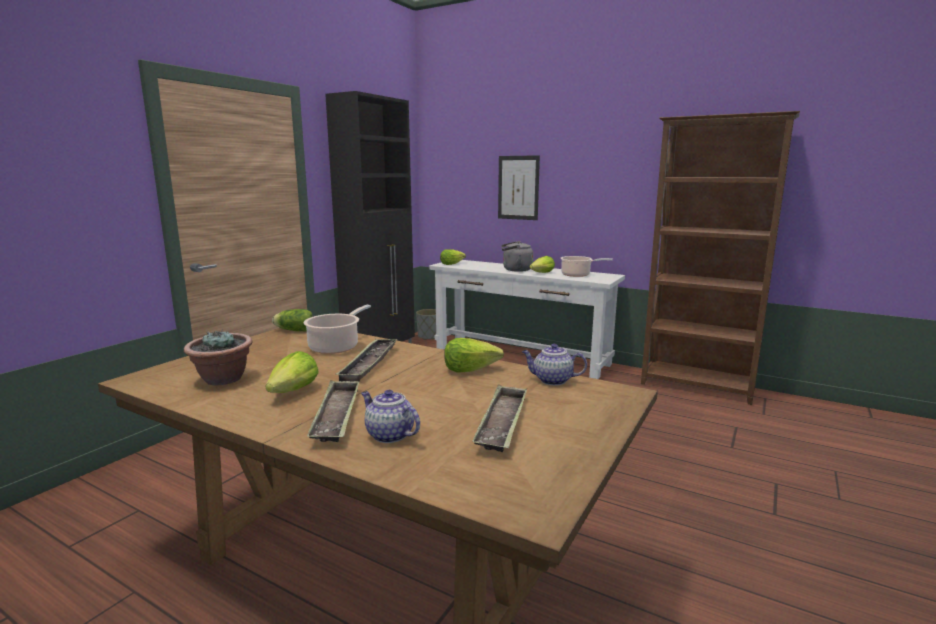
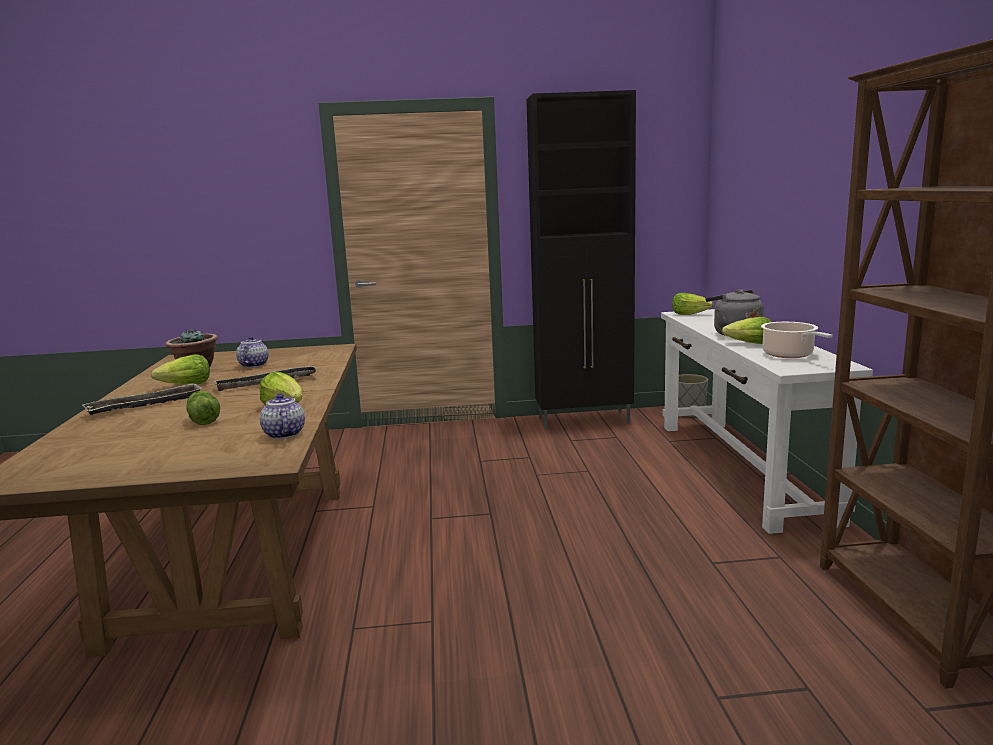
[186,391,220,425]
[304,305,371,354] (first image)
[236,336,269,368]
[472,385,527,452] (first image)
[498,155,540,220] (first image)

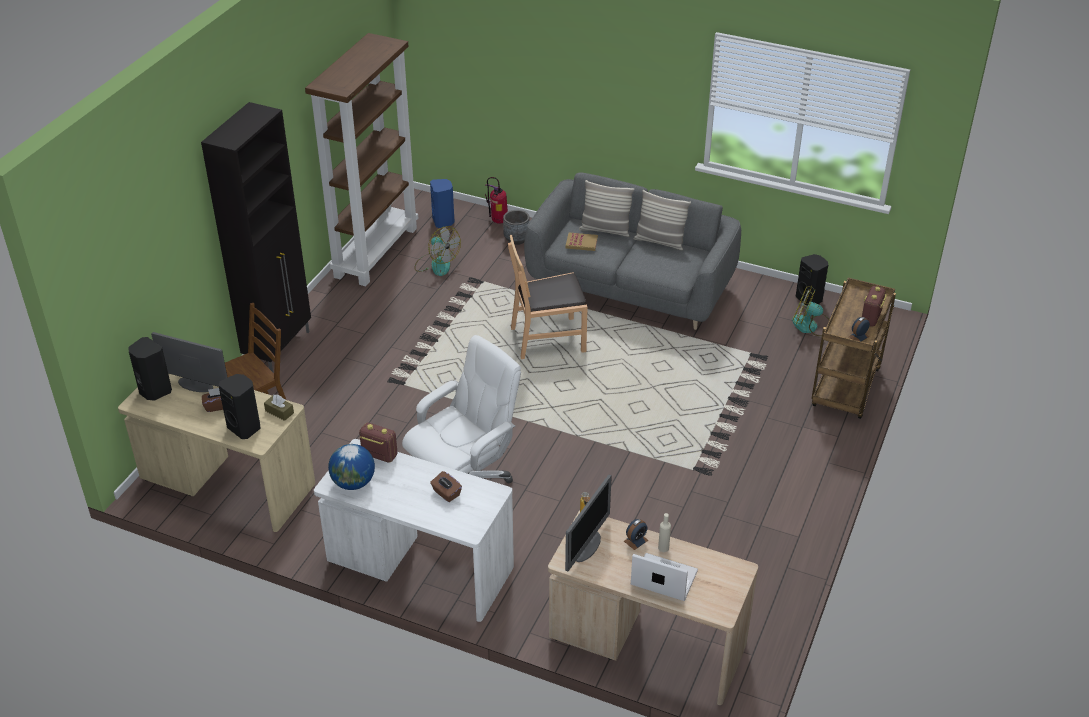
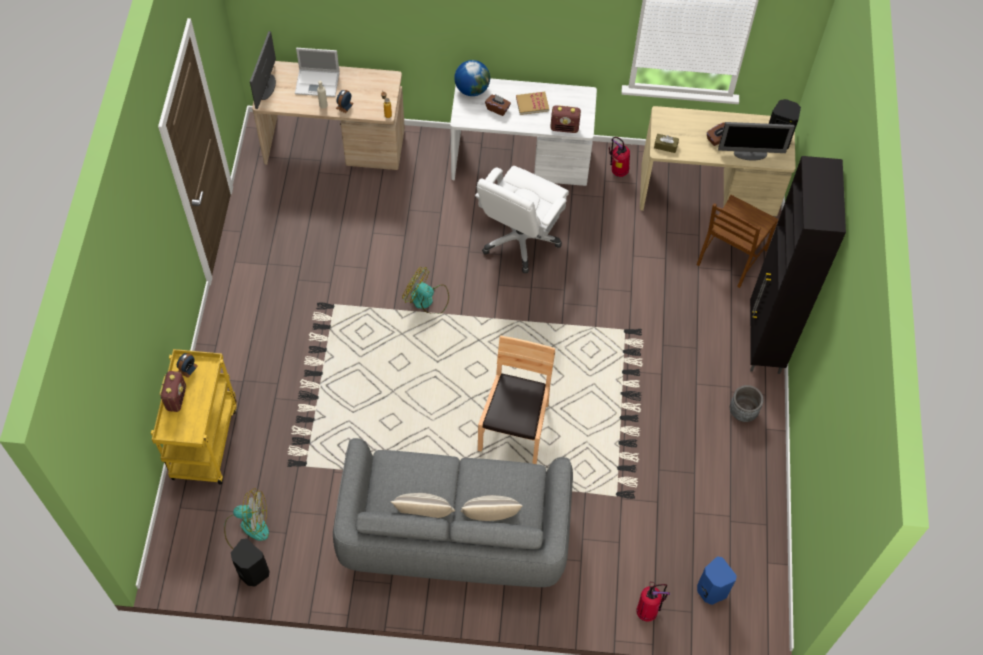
[218,374,260,439] (first image)
[305,33,418,286] (first image)
[454,60,490,96]
[402,267,449,314]
[730,385,764,422]
[478,335,555,464]
[250,31,276,109]
[516,92,549,115]
[151,349,237,485]
[609,137,630,177]

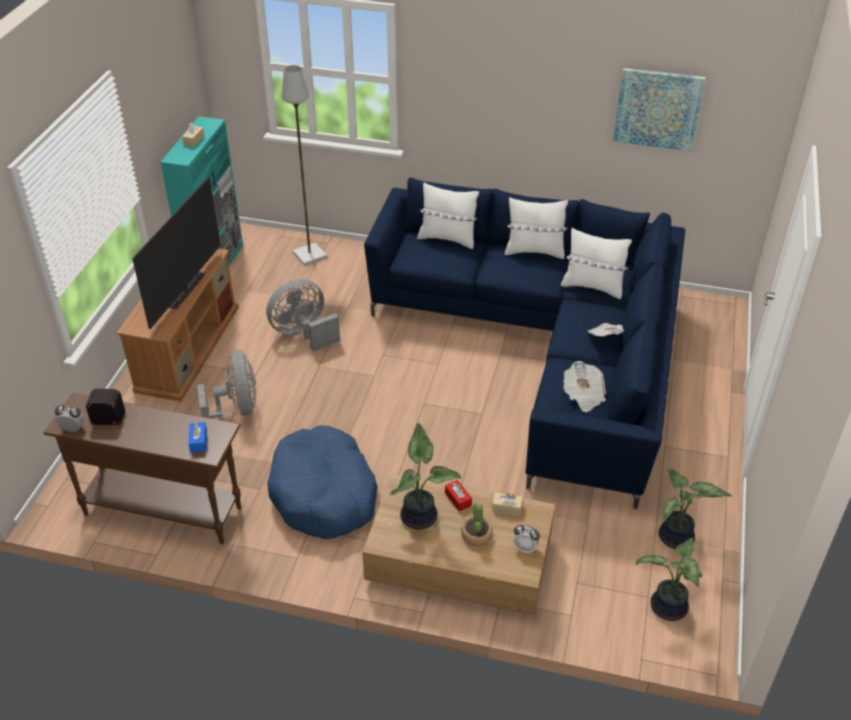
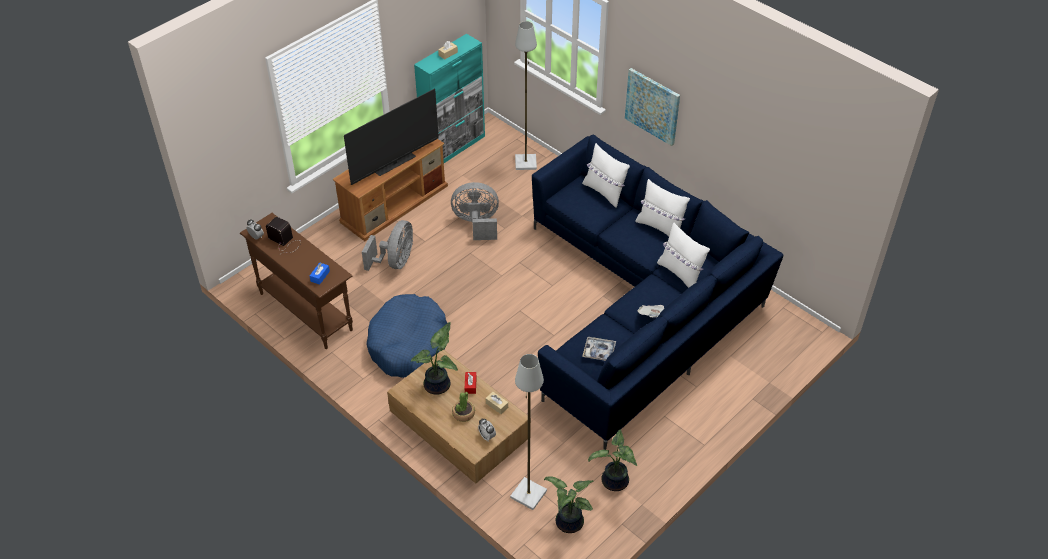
[582,337,616,361]
[625,68,680,146]
[510,354,547,510]

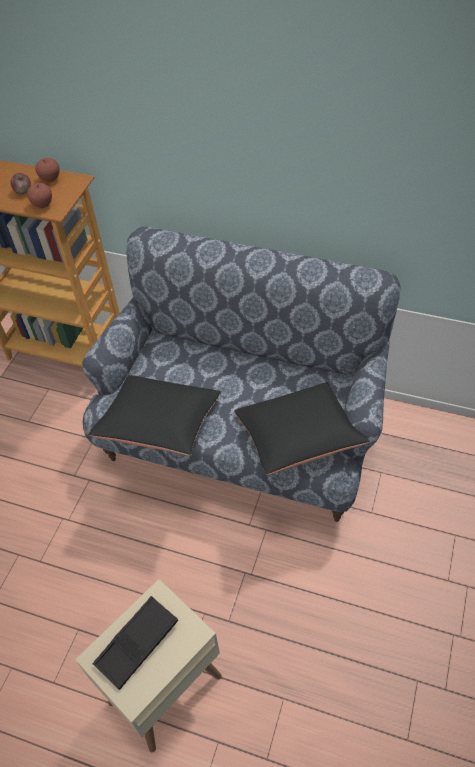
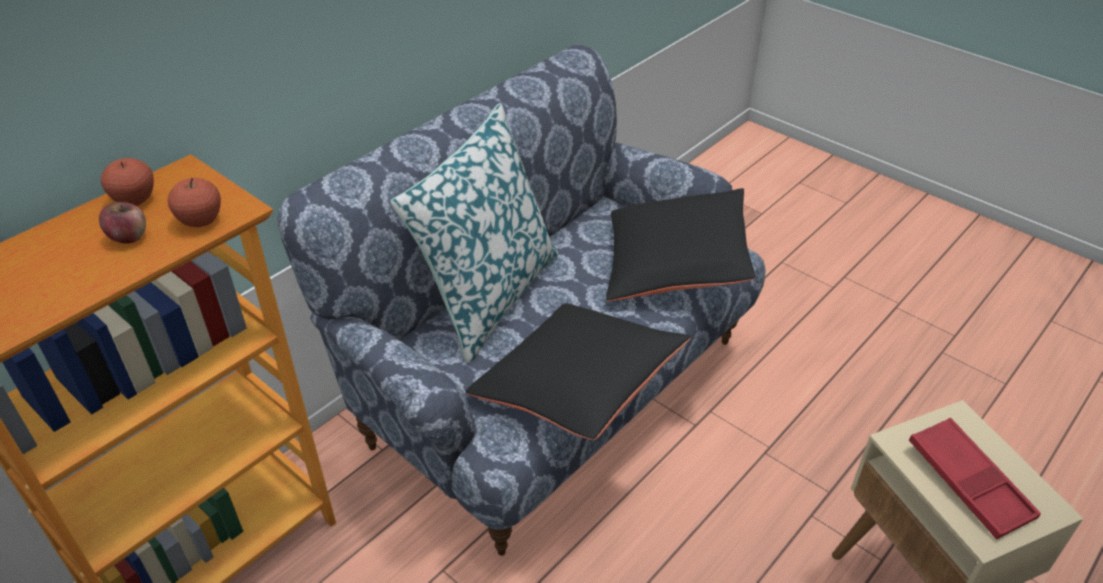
[909,418,1041,540]
[391,103,558,364]

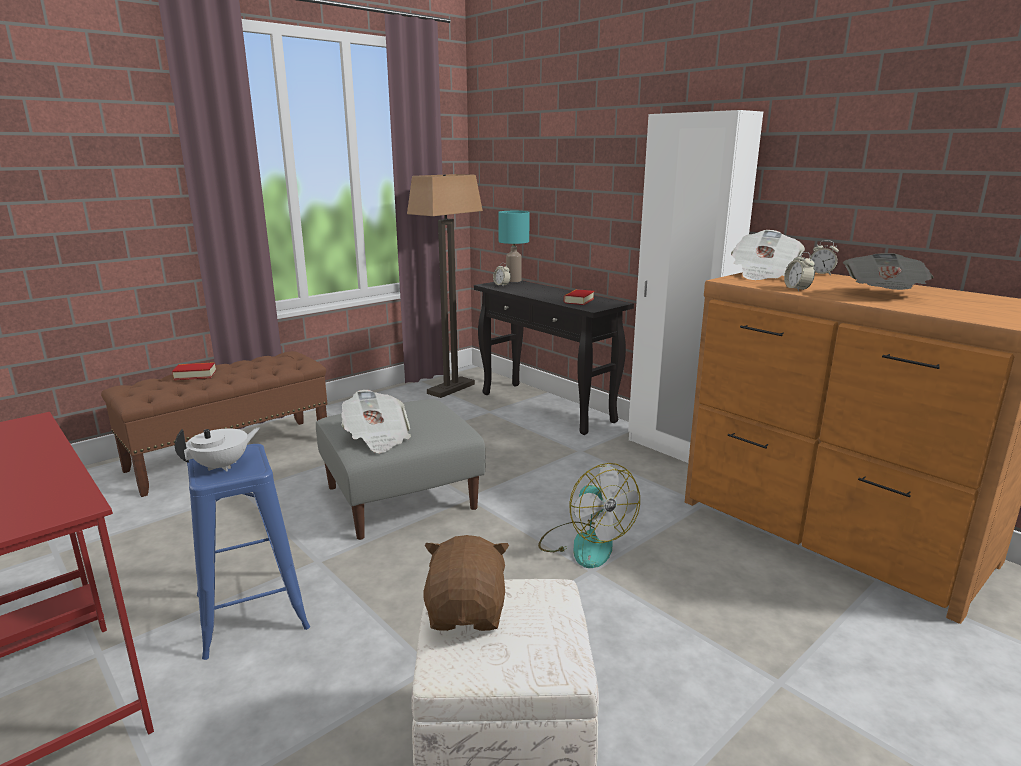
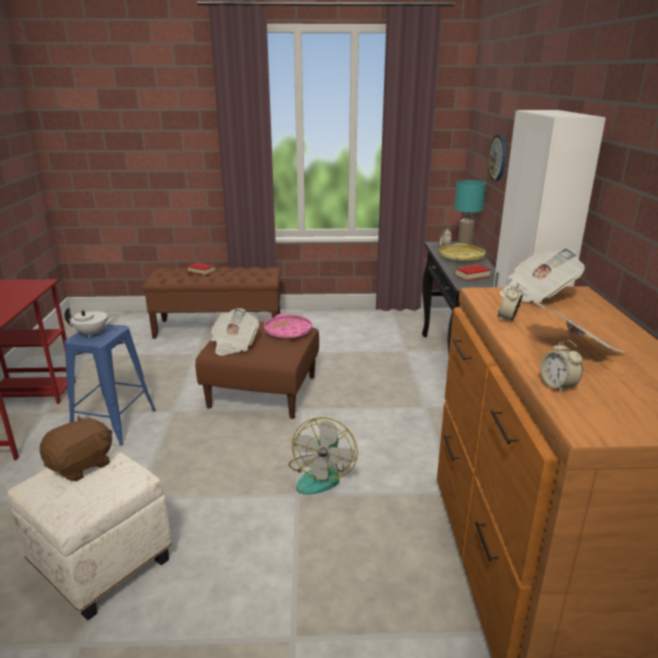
[195,322,319,419]
[407,174,483,398] (first image)
[540,340,583,393]
[264,314,312,338]
[439,243,485,262]
[488,134,506,181]

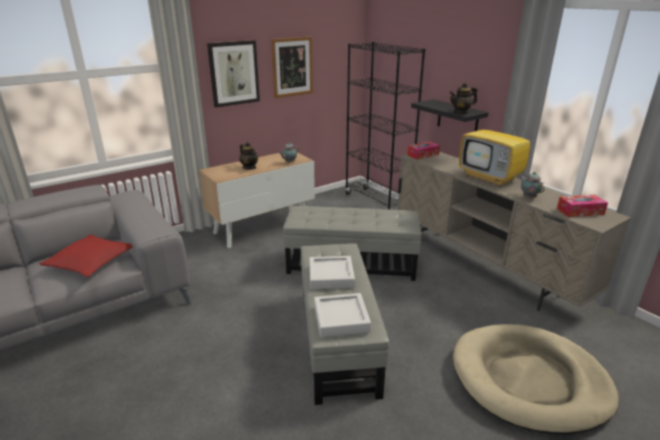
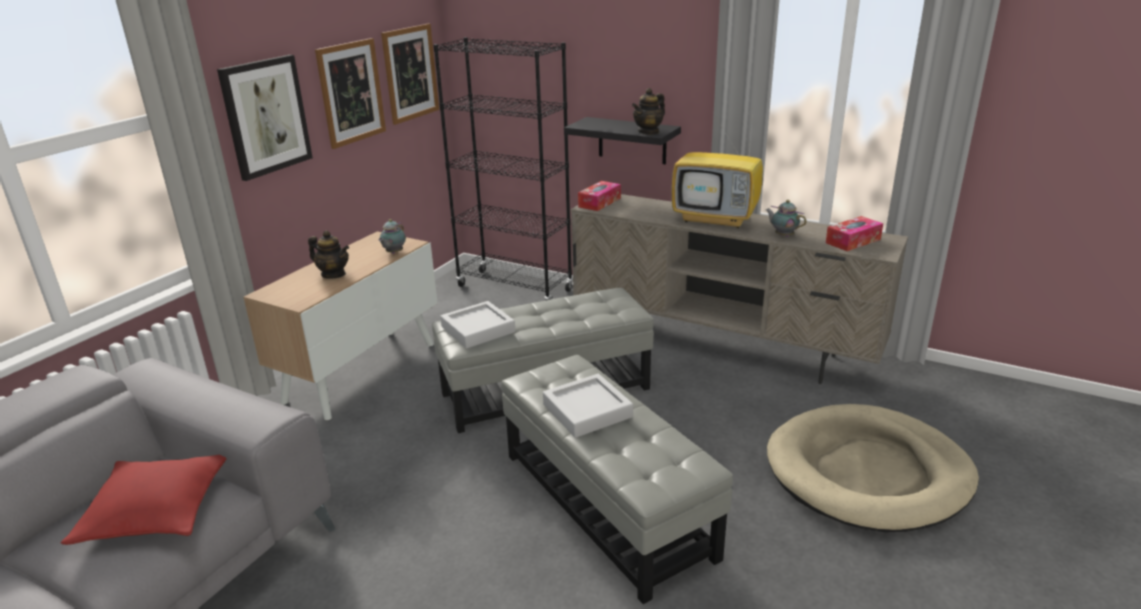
[440,301,515,348]
[381,24,439,125]

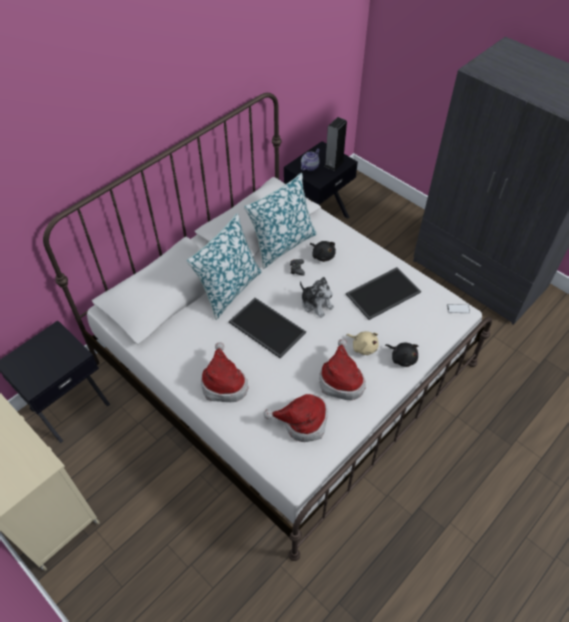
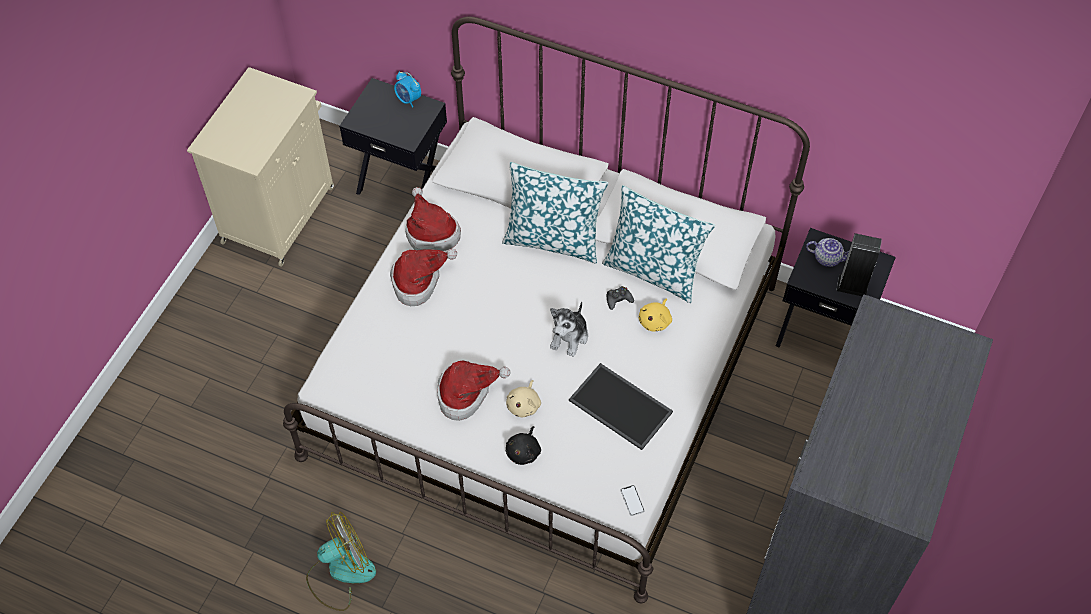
[229,298,306,359] (first image)
[405,187,461,251]
[639,299,672,332]
[306,512,376,611]
[394,71,421,107]

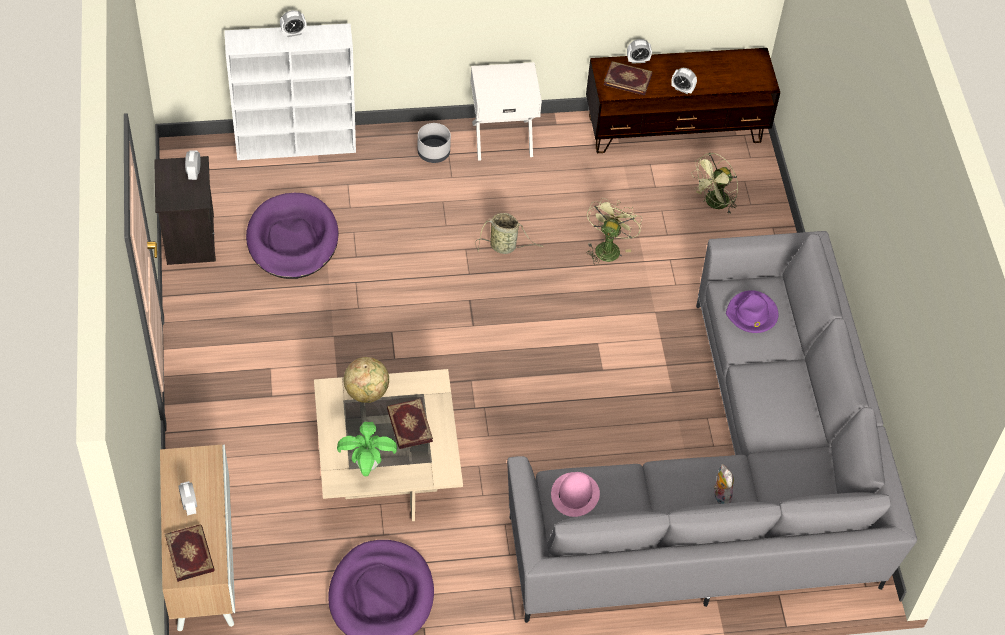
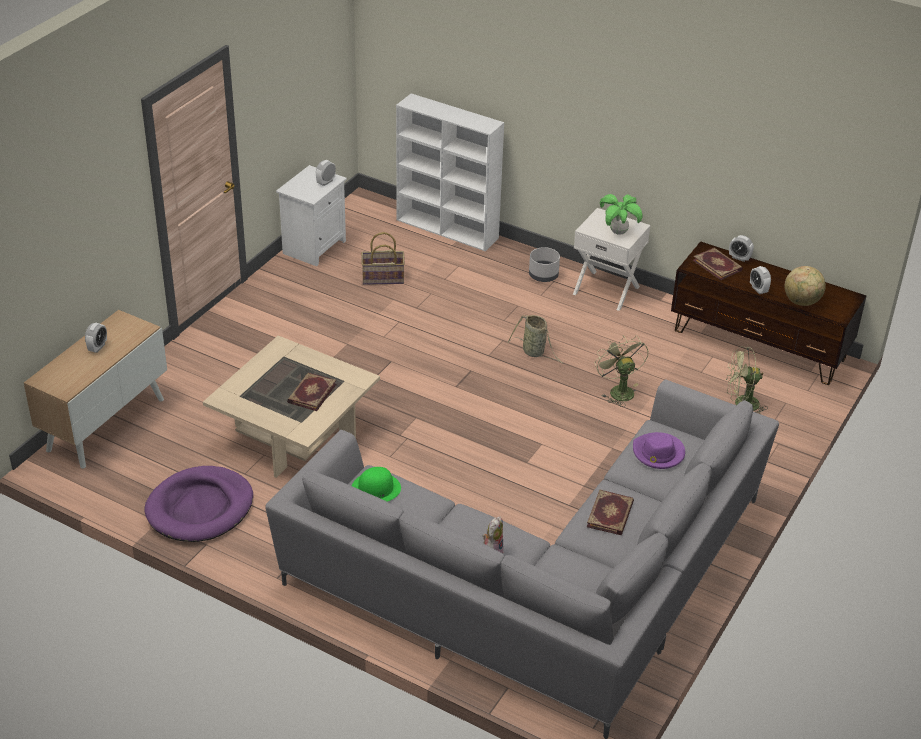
[276,165,347,266]
[587,490,634,535]
[361,232,405,285]
[280,10,306,37] (first image)
[600,194,642,235]
[785,266,826,306]
[352,467,401,502]
[595,335,649,407]

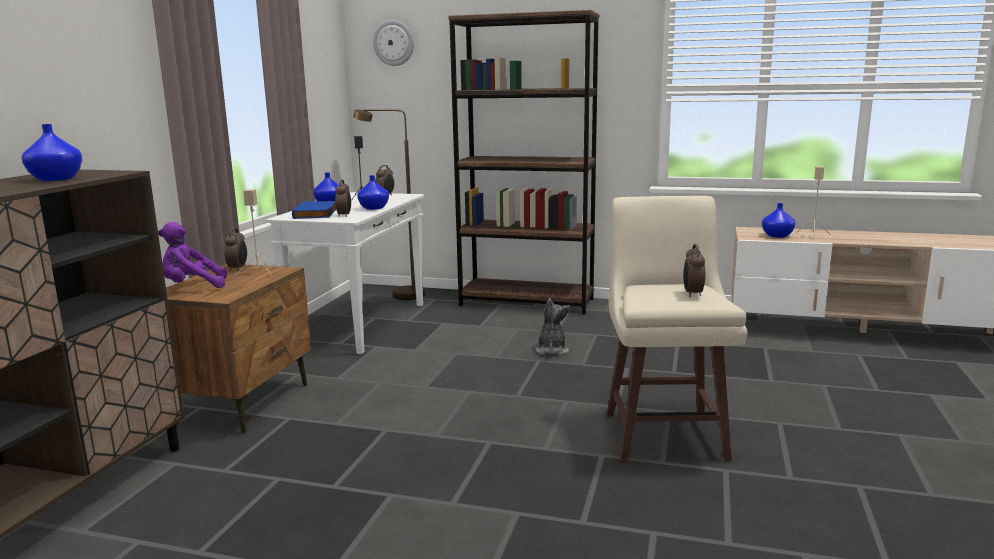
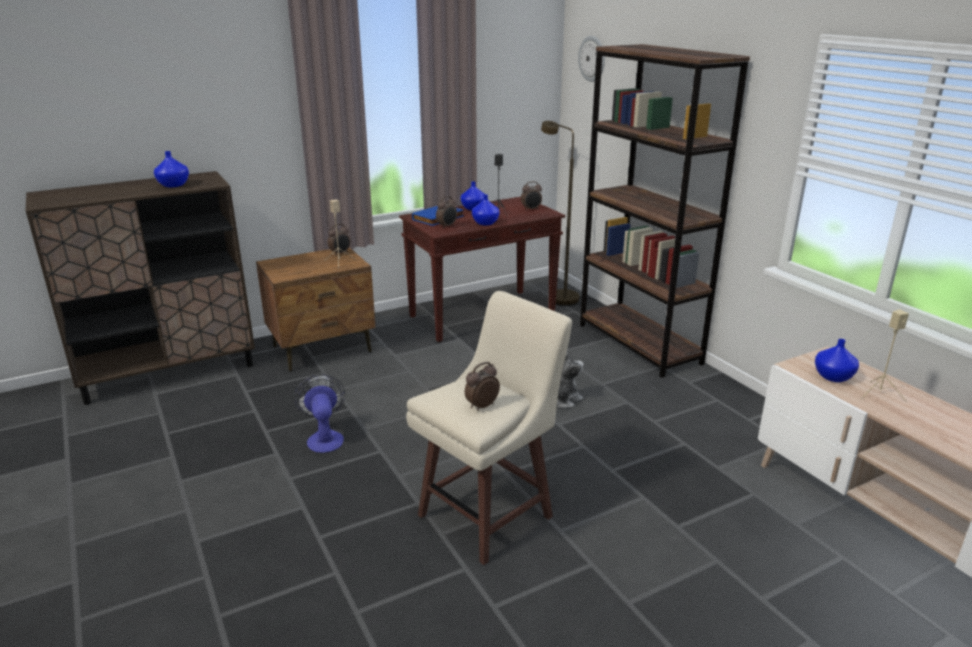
[158,222,227,288] (first image)
[399,197,565,342]
[294,374,345,453]

